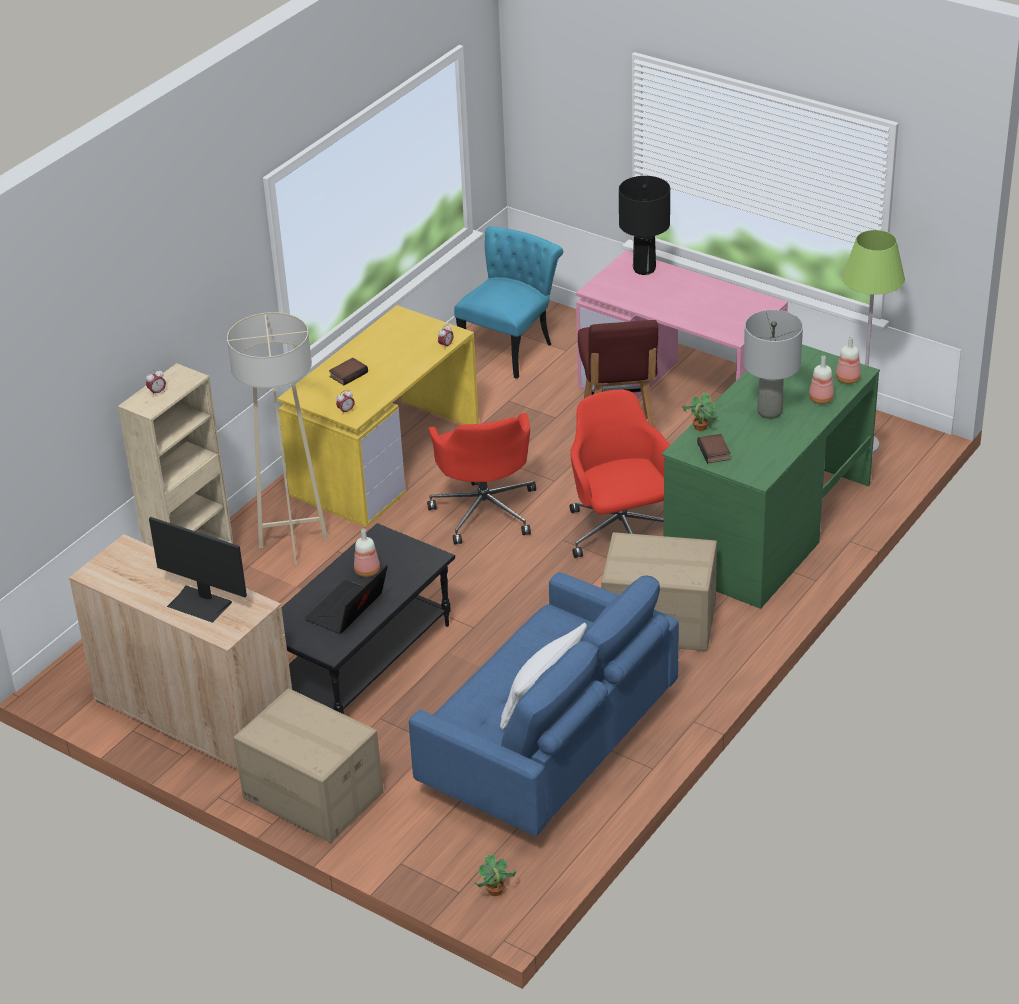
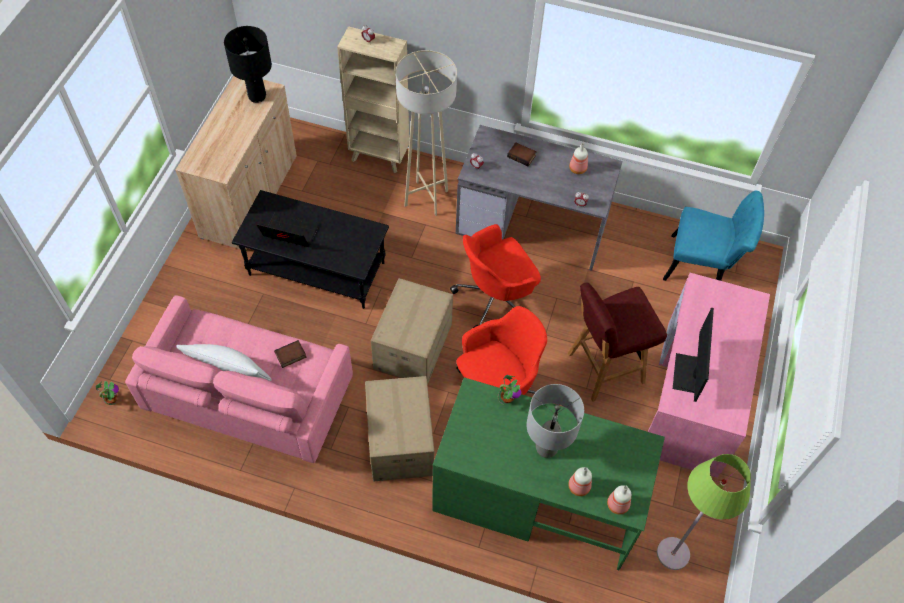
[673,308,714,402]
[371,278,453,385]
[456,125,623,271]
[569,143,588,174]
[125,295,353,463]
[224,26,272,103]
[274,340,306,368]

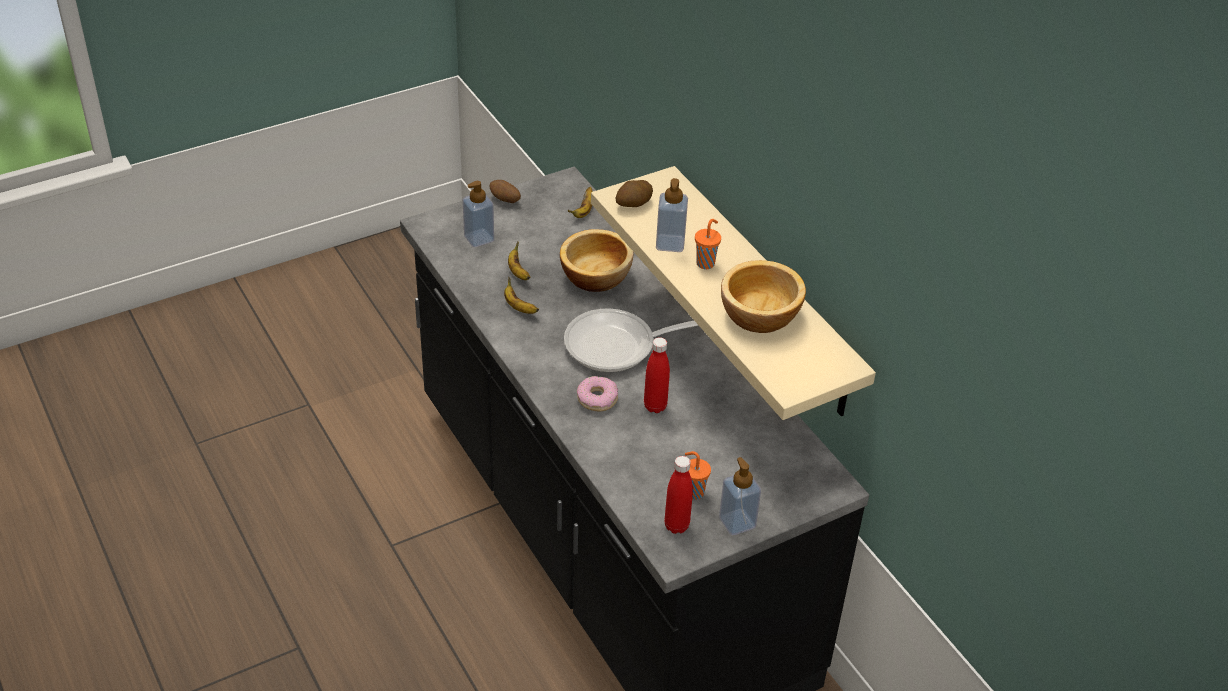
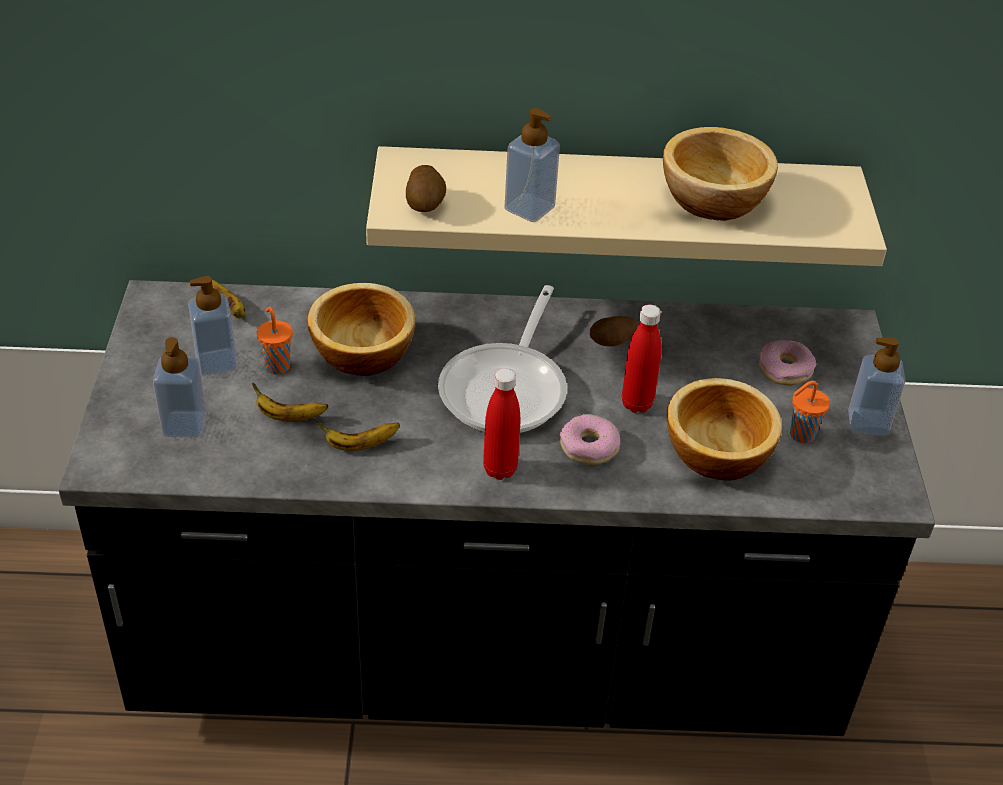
[589,316,638,346]
[483,368,520,480]
[257,307,293,374]
[188,276,238,376]
[666,378,782,480]
[759,340,816,385]

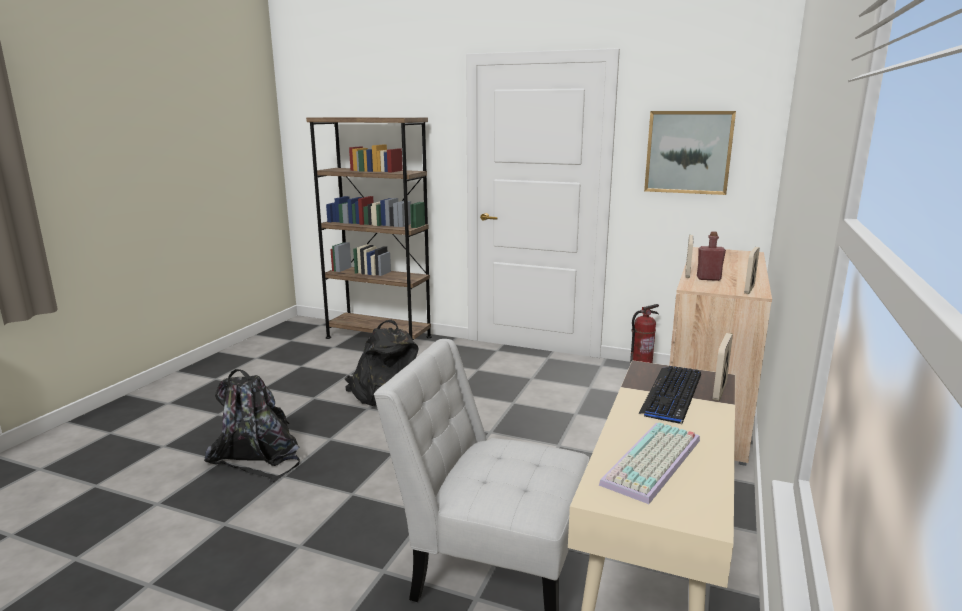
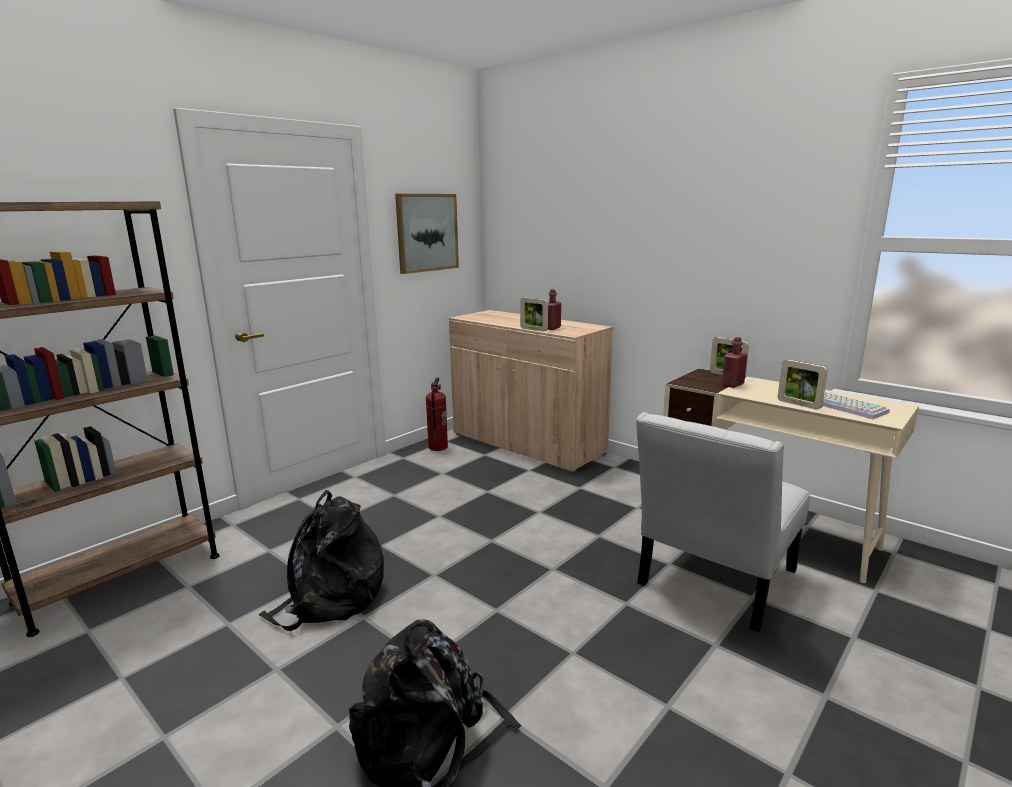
[722,337,748,388]
[778,360,828,410]

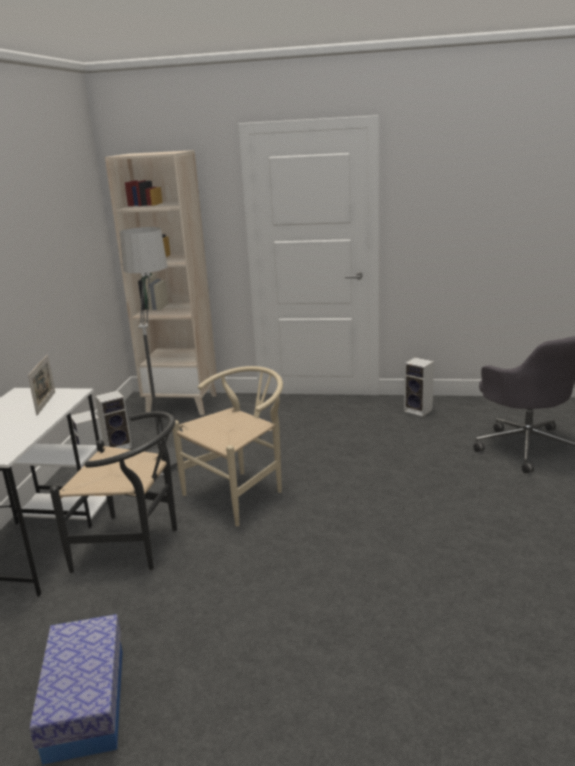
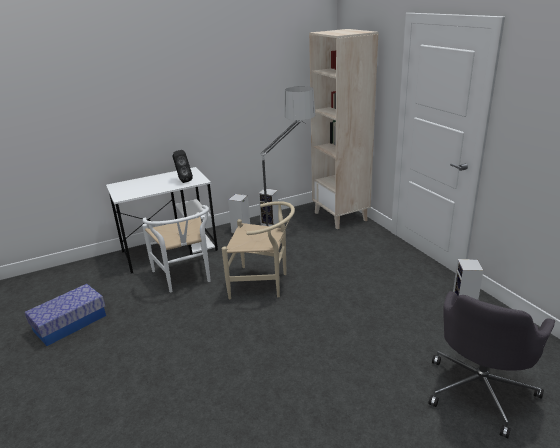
[172,150,193,183]
[142,205,211,292]

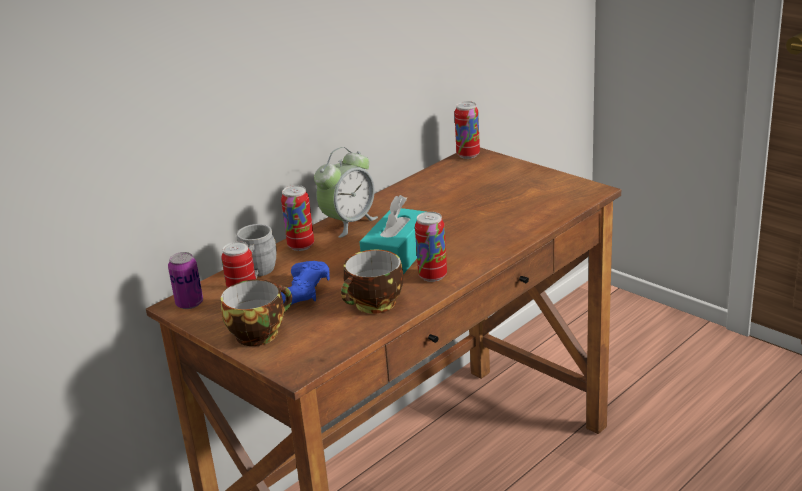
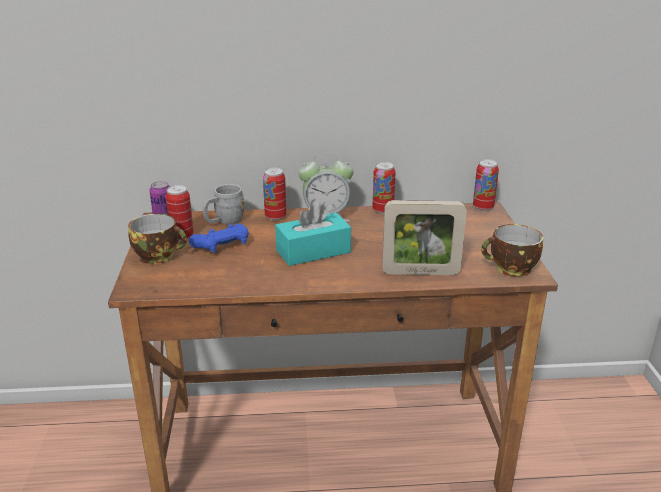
[481,224,543,277]
[372,162,396,214]
[382,200,467,275]

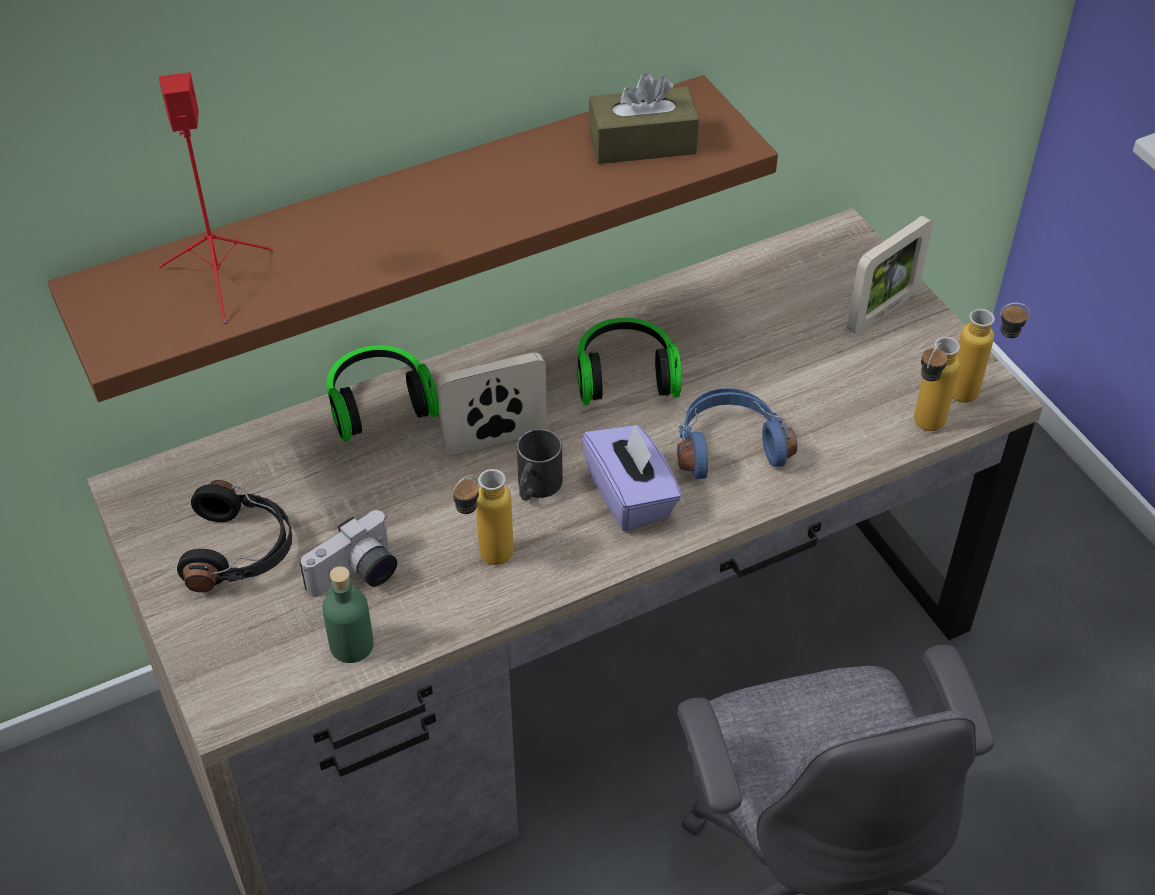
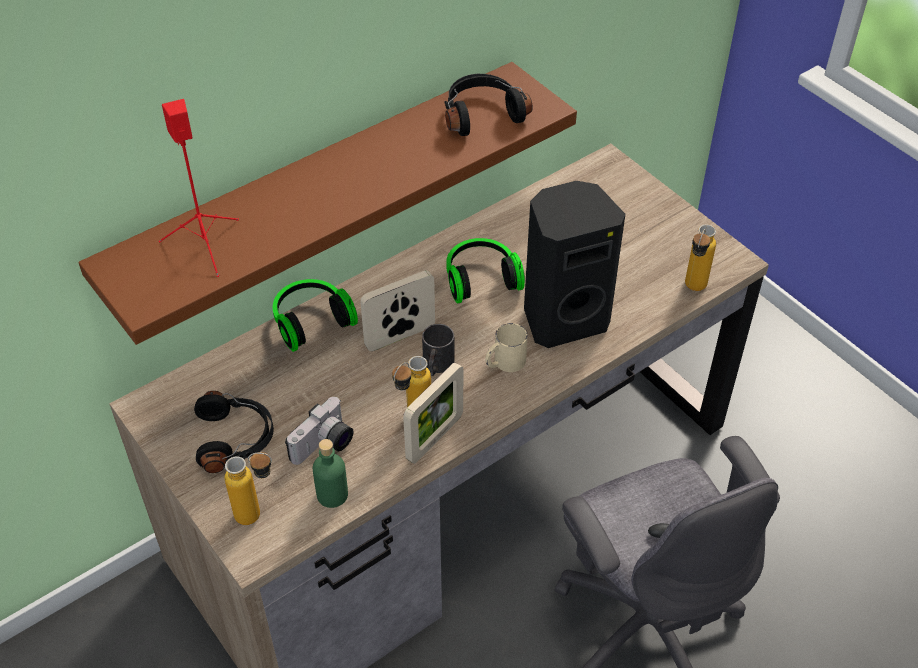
[485,323,528,372]
[444,74,533,136]
[524,181,625,348]
[403,363,463,464]
[225,452,272,525]

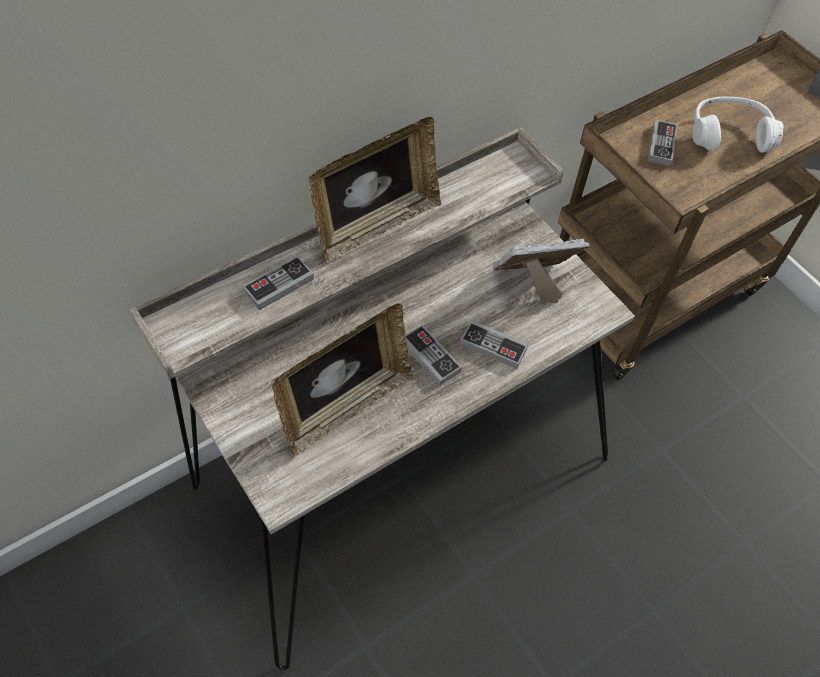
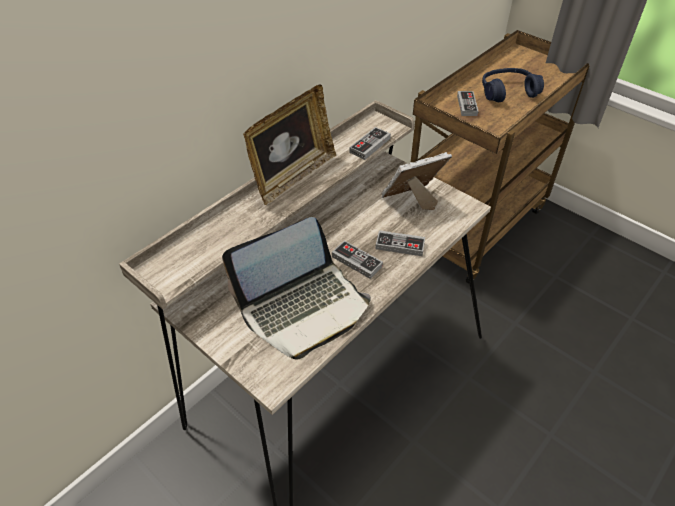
[349,127,391,160]
[222,217,371,360]
[482,68,544,102]

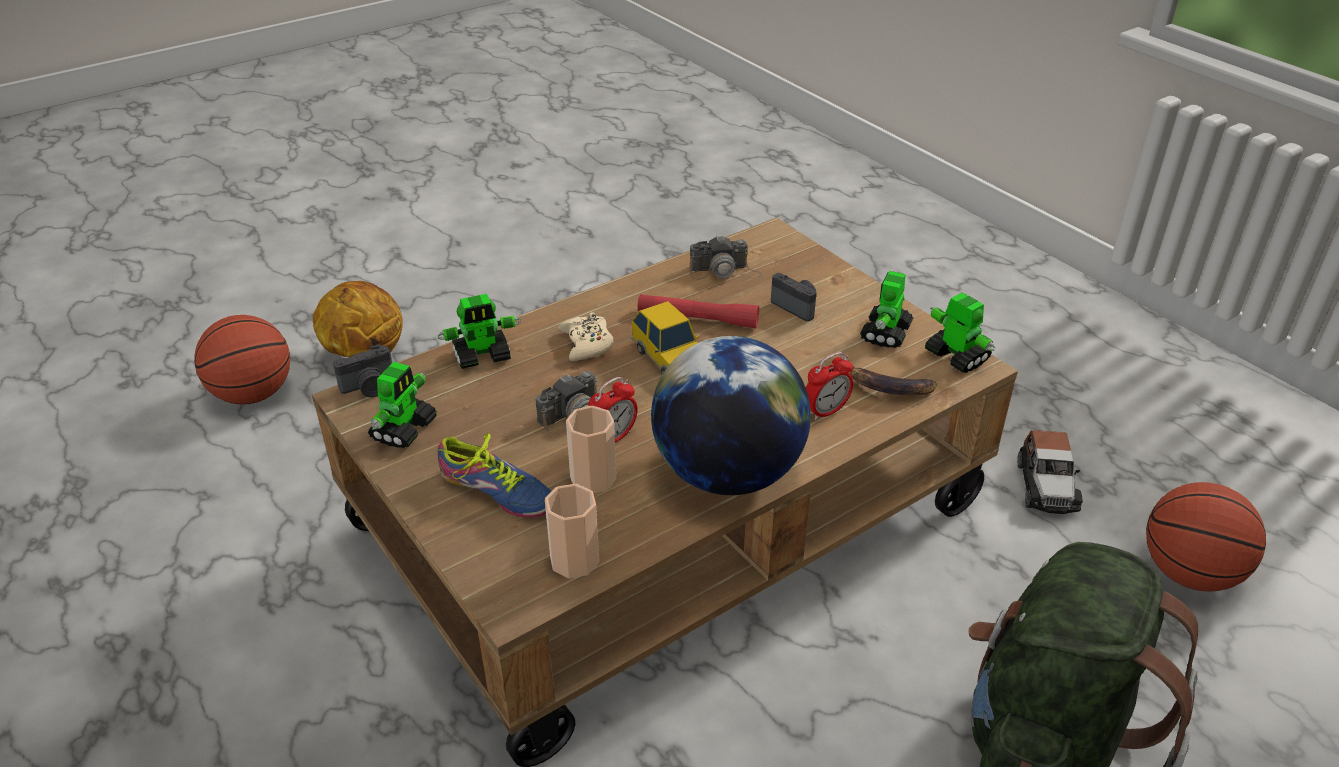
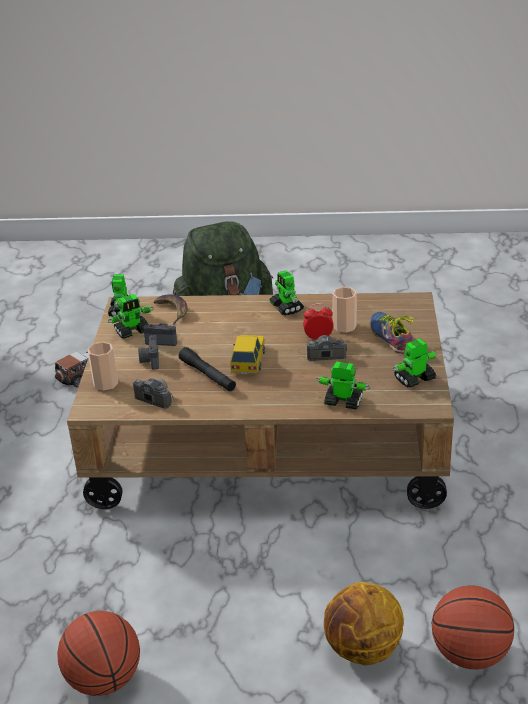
[143,323,177,346]
[87,342,118,391]
[559,312,614,361] (first image)
[179,347,236,391]
[270,270,304,316]
[806,352,853,421] (first image)
[57,611,140,696]

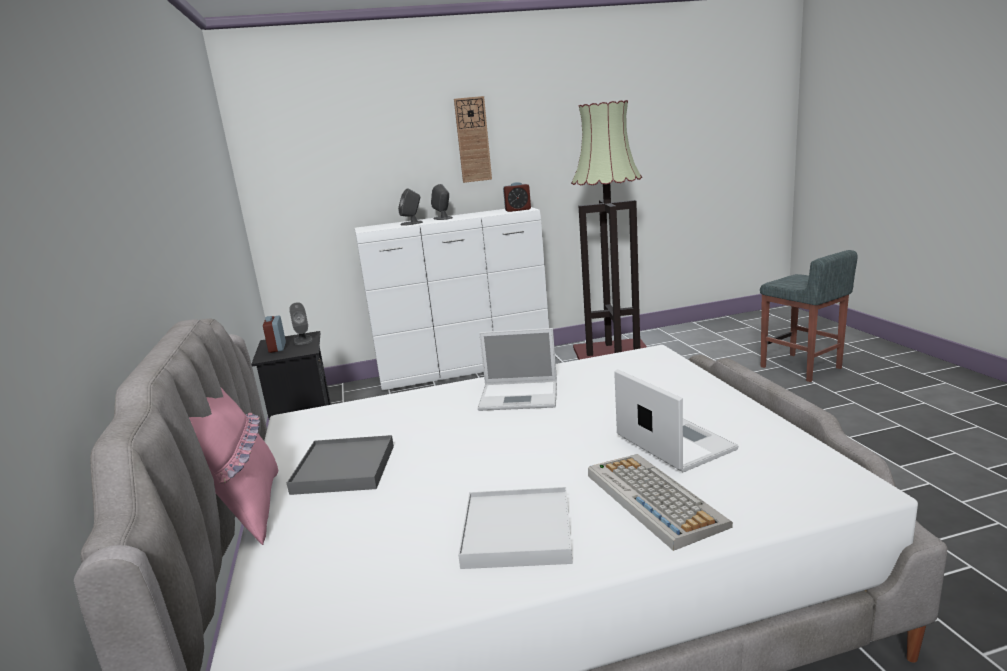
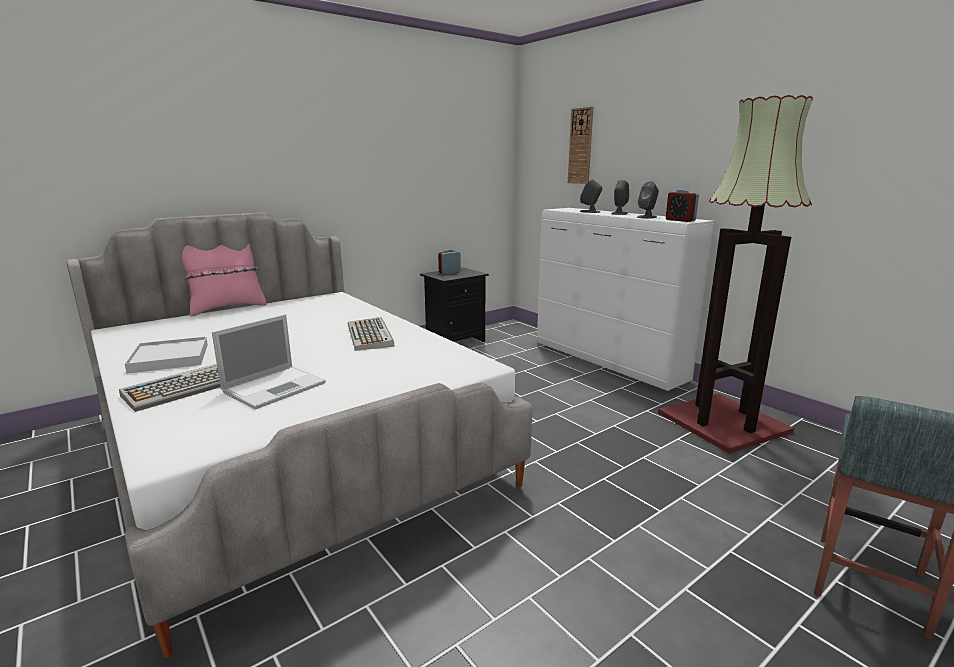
[287,435,394,495] (first image)
[637,181,659,218]
[568,107,593,184]
[348,317,395,351]

